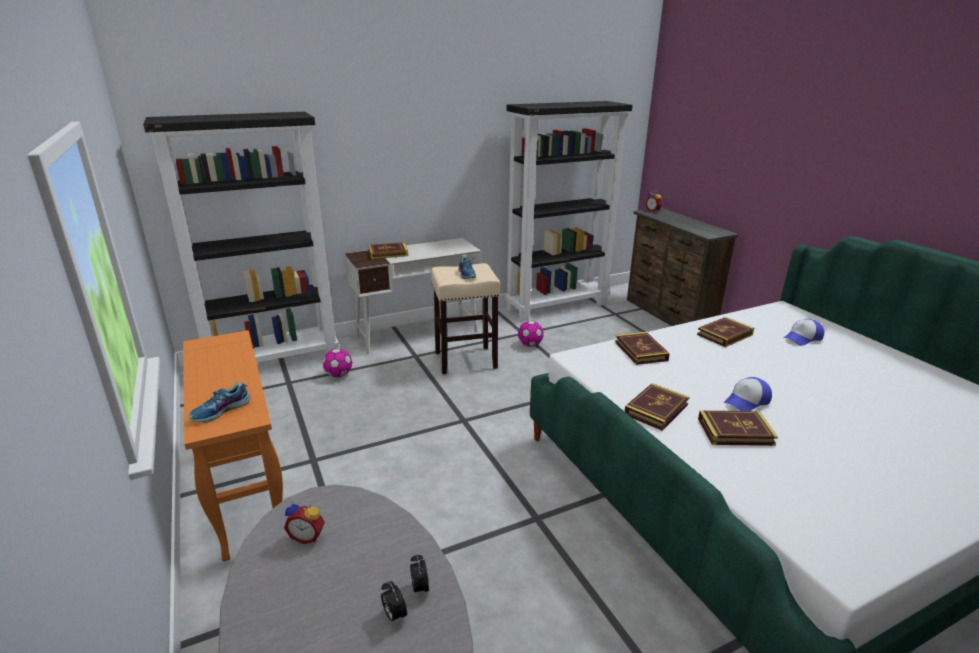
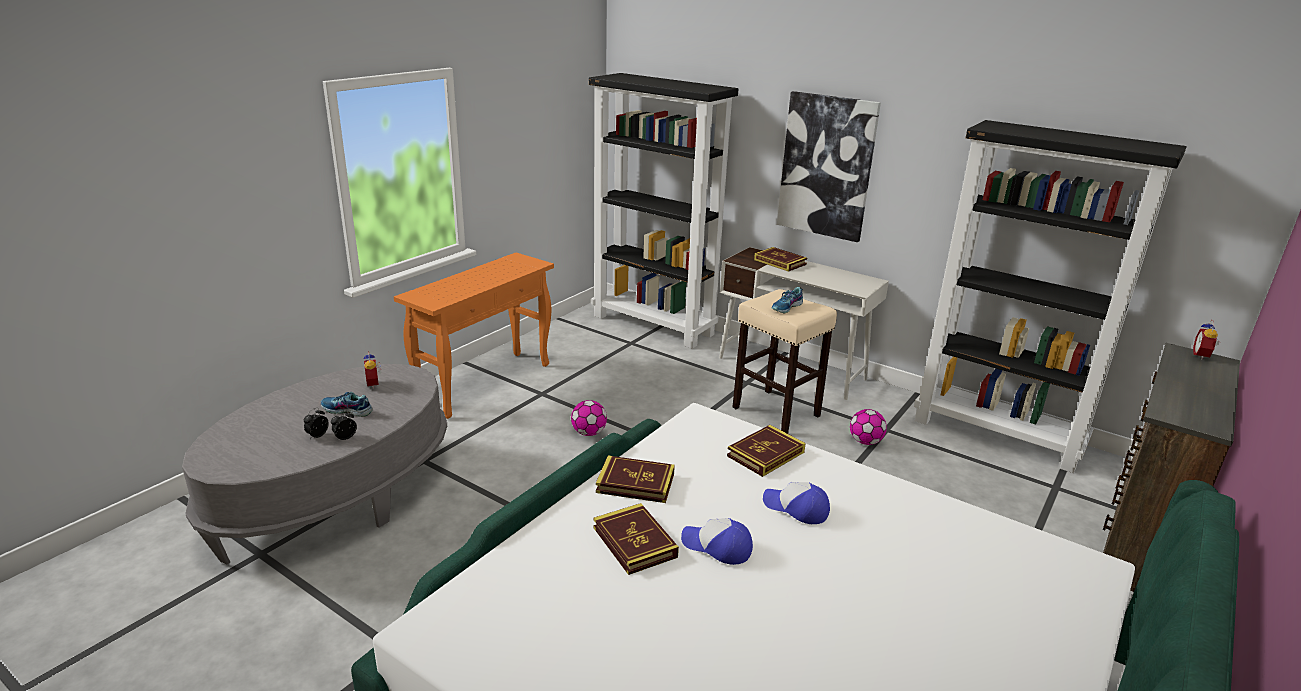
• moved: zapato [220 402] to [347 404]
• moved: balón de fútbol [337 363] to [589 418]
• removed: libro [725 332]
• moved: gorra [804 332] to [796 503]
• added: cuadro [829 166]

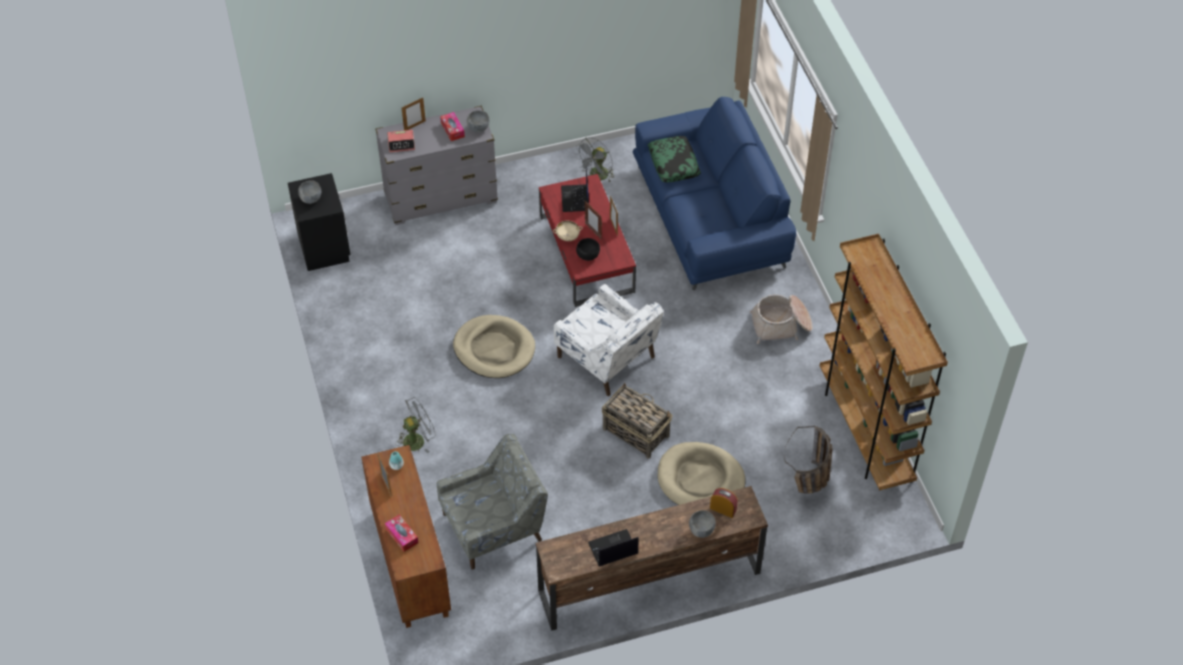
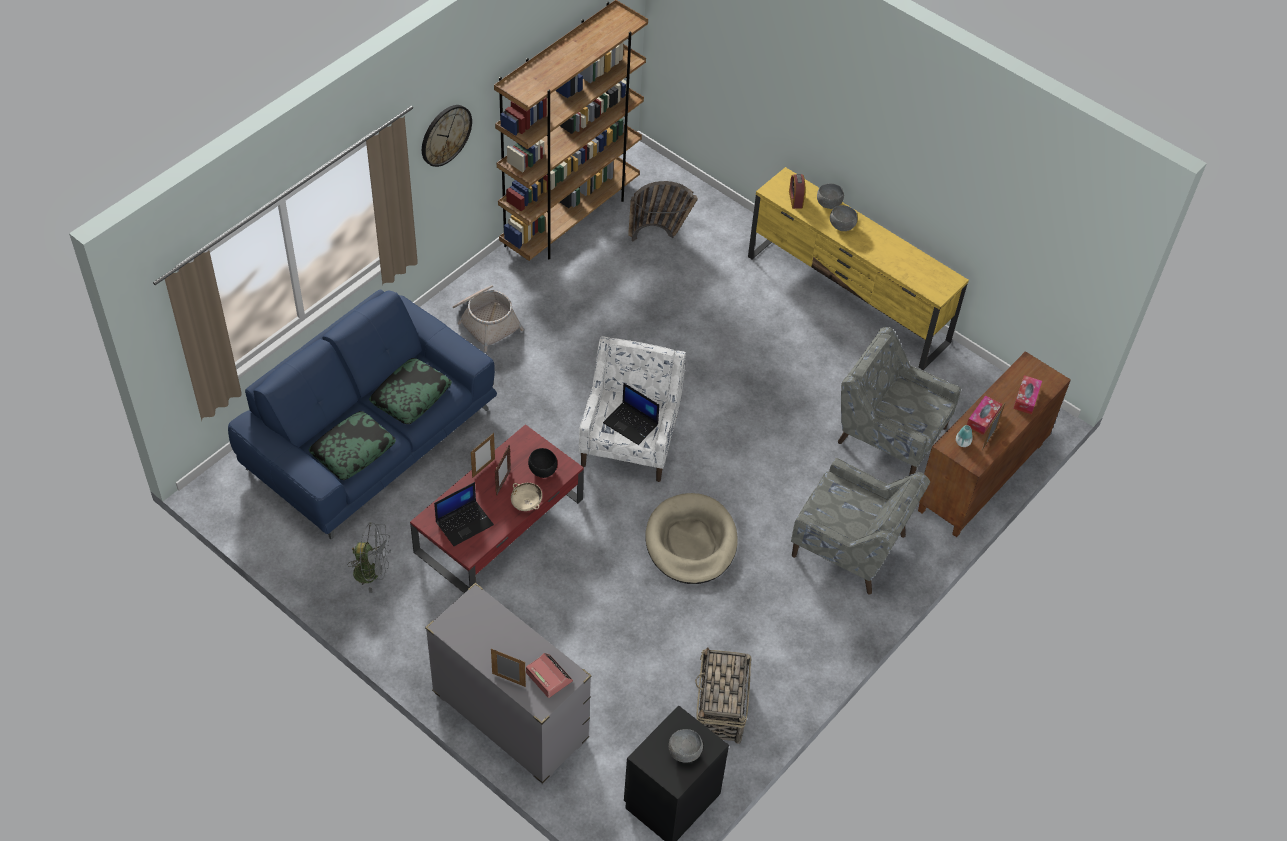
• replaced: ventilador/gris [416 425] to sillón/gris [860 526]
• moved: caja de pañuelos [452 126] to [984 415]
• moved: cuenco/gris [478 121] to [843 218]
• recoloured: mueble de televisión/marrón [652 558] to mueble de televisión/amarillo [858 268]
• moved: portátil [613 548] to [631 414]
• moved: cesta [637 421] to [723 696]
• removed: cama para perro/beis [702 473]
• added: cojín [410 391]
• added: reloj de pared [447 136]

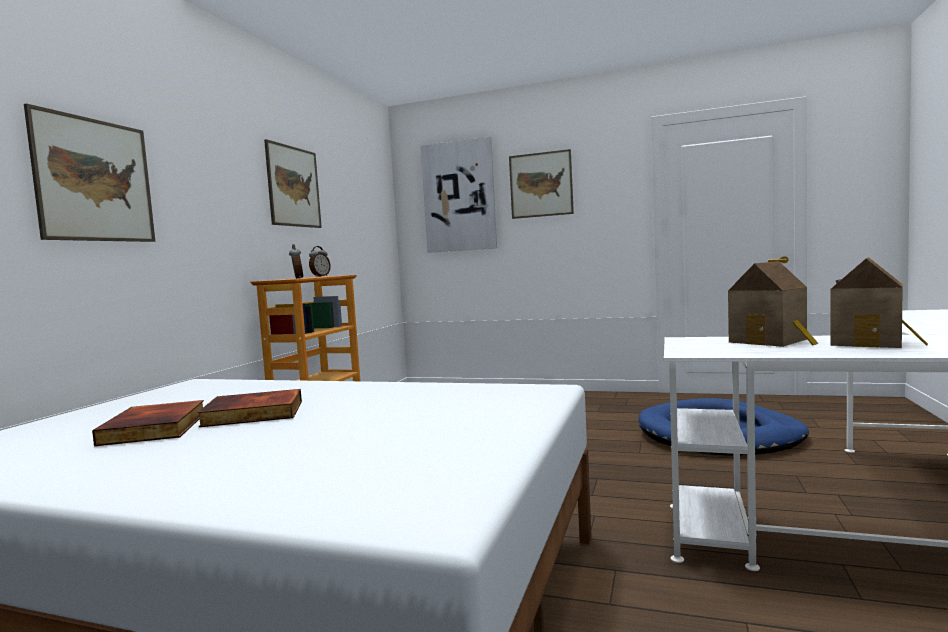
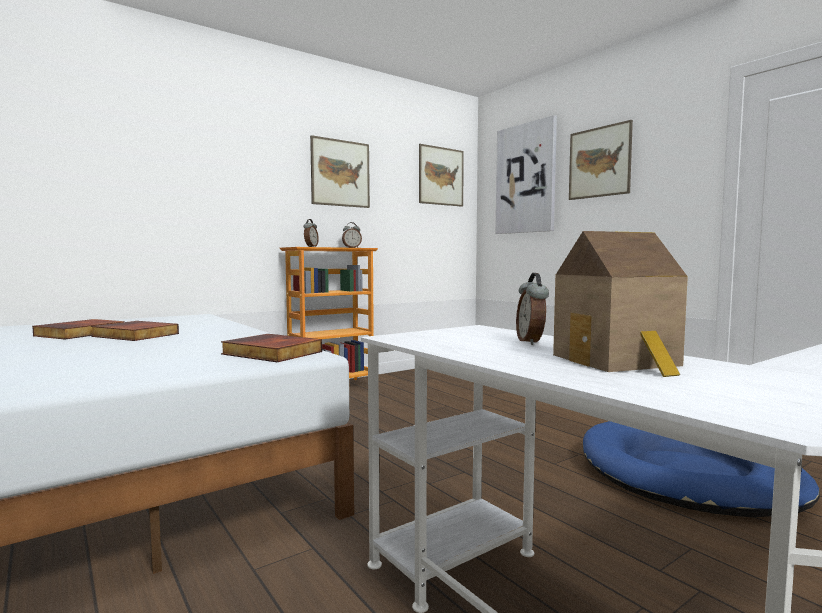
• moved: cuadro [90 172] to [441 175]
• replaced: casita [773 304] to despertador [532 309]
• added: libro [271 348]

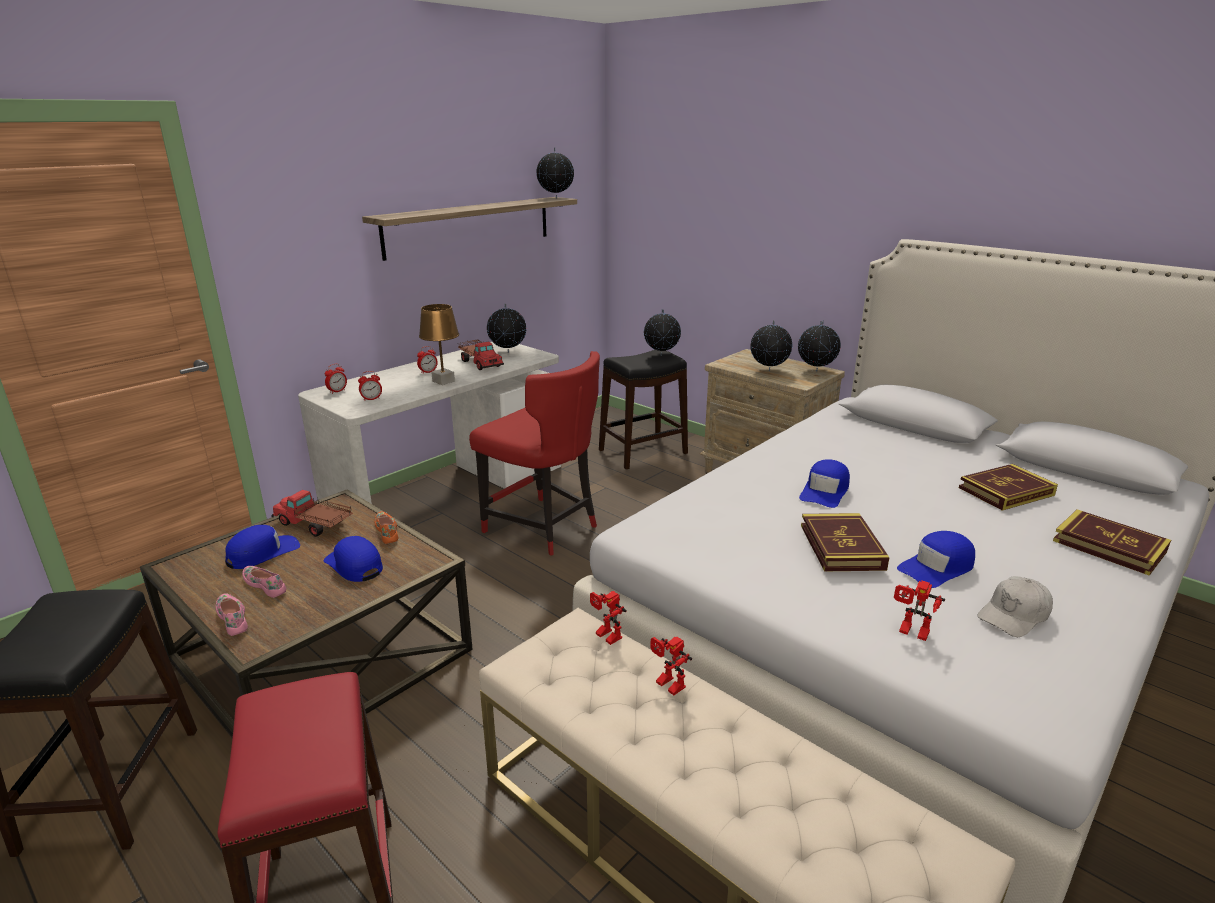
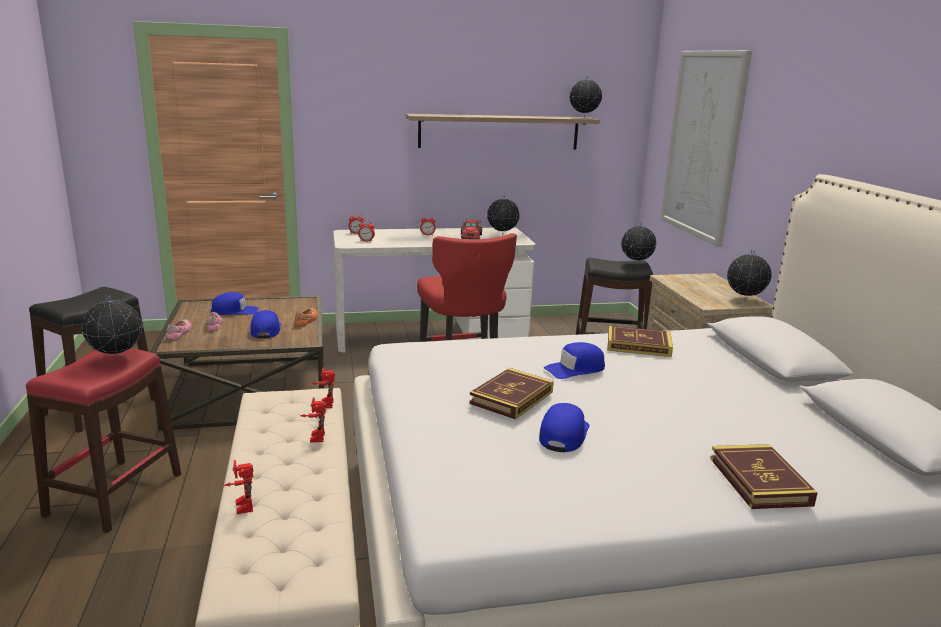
• removed: camión de juguete [312 513]
• removed: lámpara de mesa/marrón [439 344]
• moved: globo terráqueo [771 345] to [112 327]
• moved: robot de juguete [919 611] to [238 487]
• turned: gorra/azul [936 559] = [564 427] 105 degrees clockwise
• moved: libro [1008 487] to [640 341]
• removed: gorra/blanco [1015 606]
• added: cuadro [706 148]

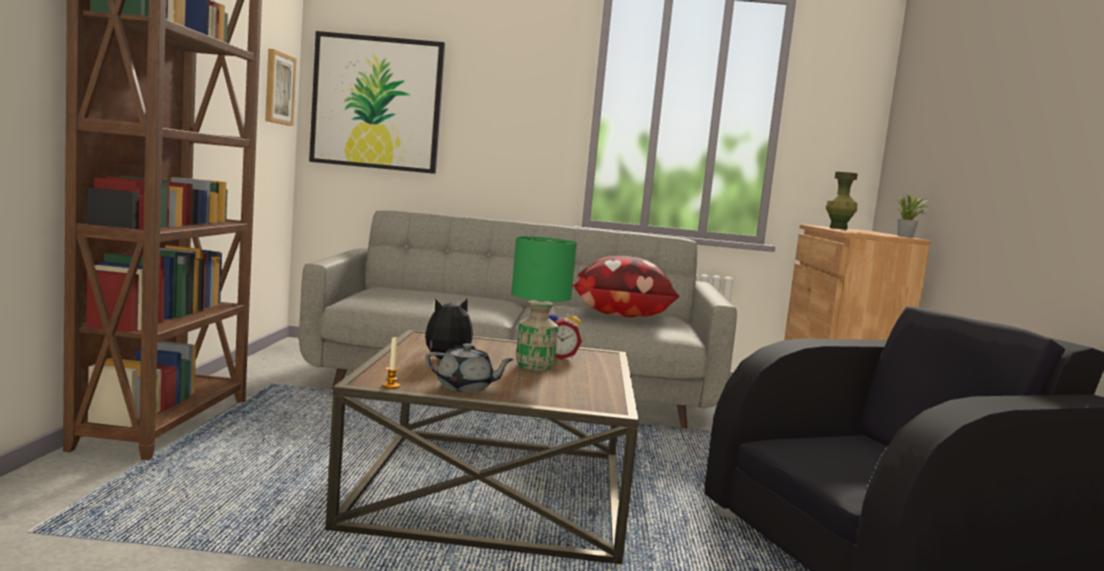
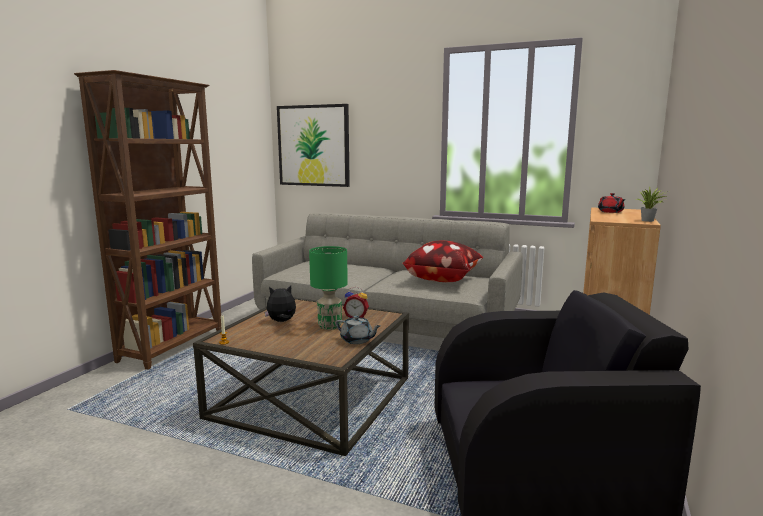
• removed: cuadro [280 87]
• moved: tetera/gris [470 367] to [358 330]
• replaced: florero/verde [842 201] to tetera/rojo [612 203]

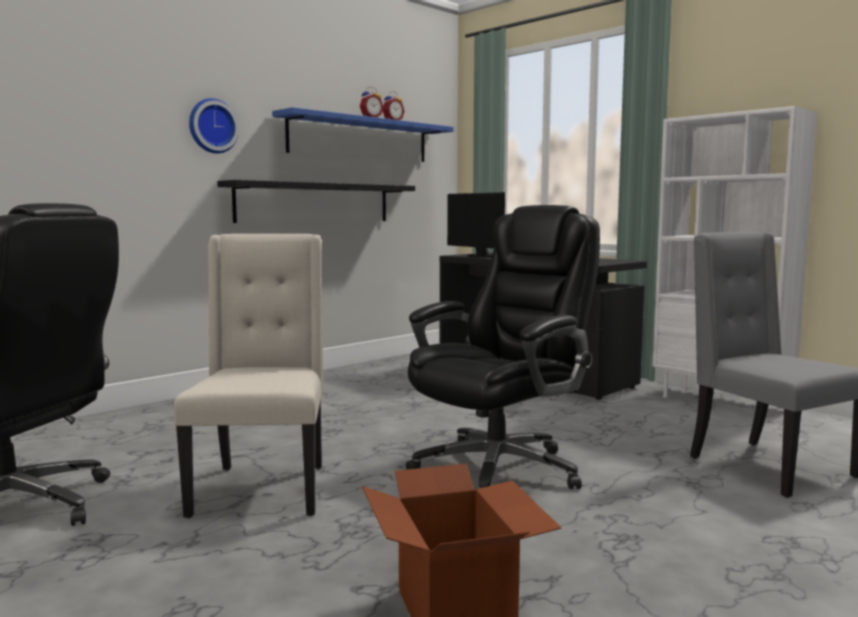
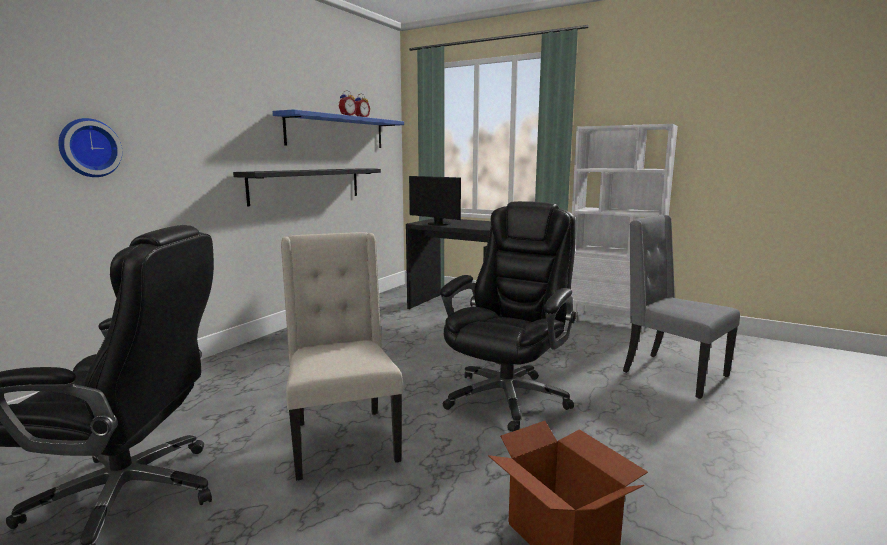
• moved: reloj de pared [214 126] to [90 147]

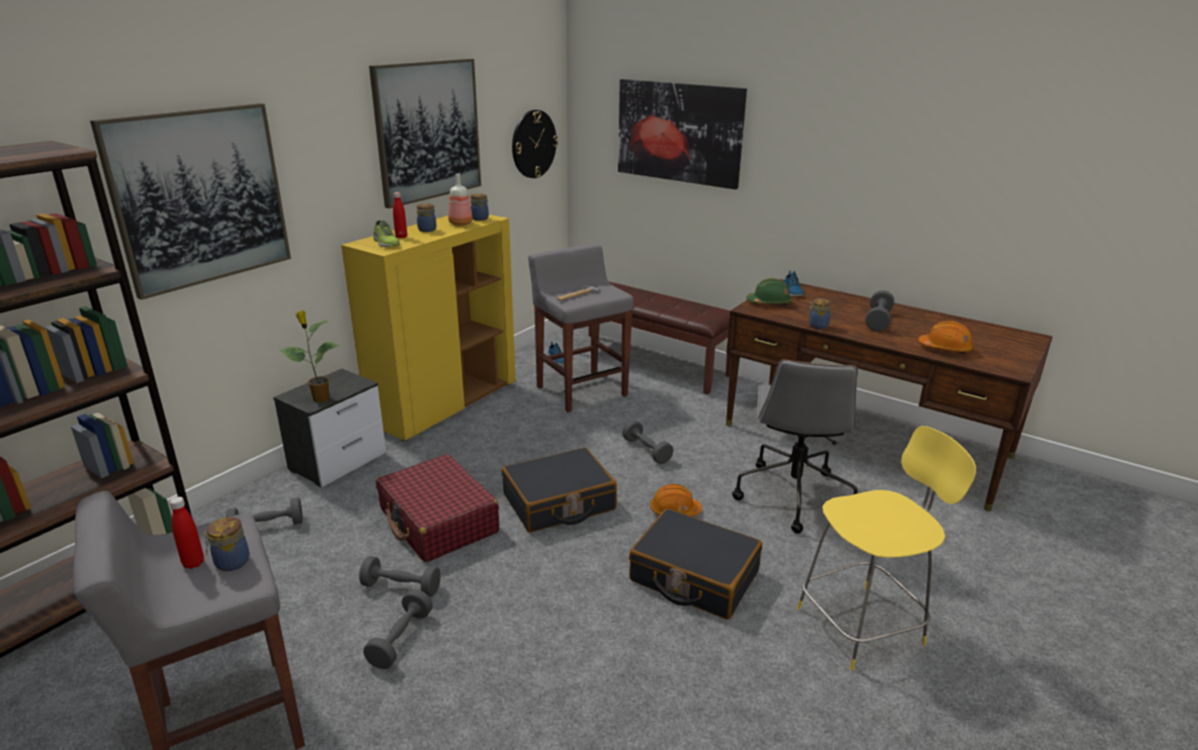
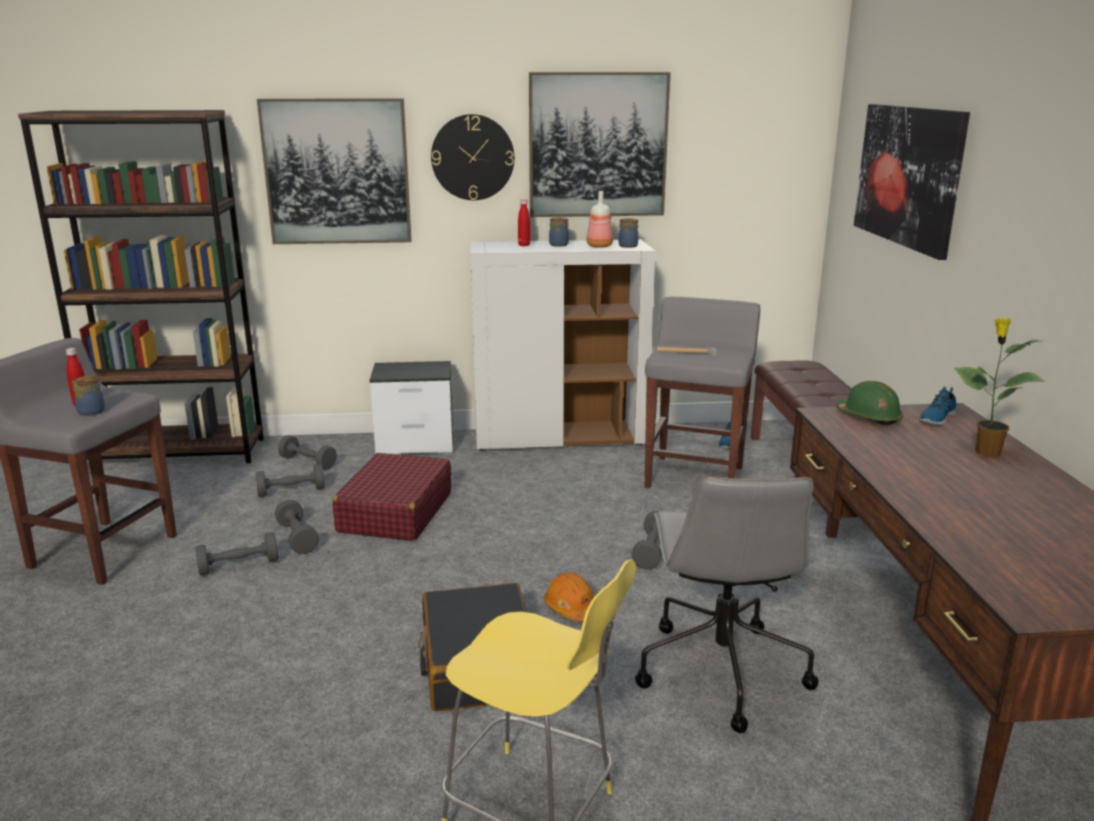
• moved: planta en maceta [309 356] to [999 387]
• recoloured: armario/amarillo [428 328] to armario/blanco [562 345]
• removed: zapato [386 233]
• removed: maleta/negro [559 489]
• moved: reloj de pared [535 144] to [472 157]
• turned: silla de oficina/gris [795 446] = [727 605] 60 degrees counterclockwise
• removed: tarro [819 313]
• moved: mancuerna/gris [879 310] to [290 480]
• removed: casco/naranja [946 337]

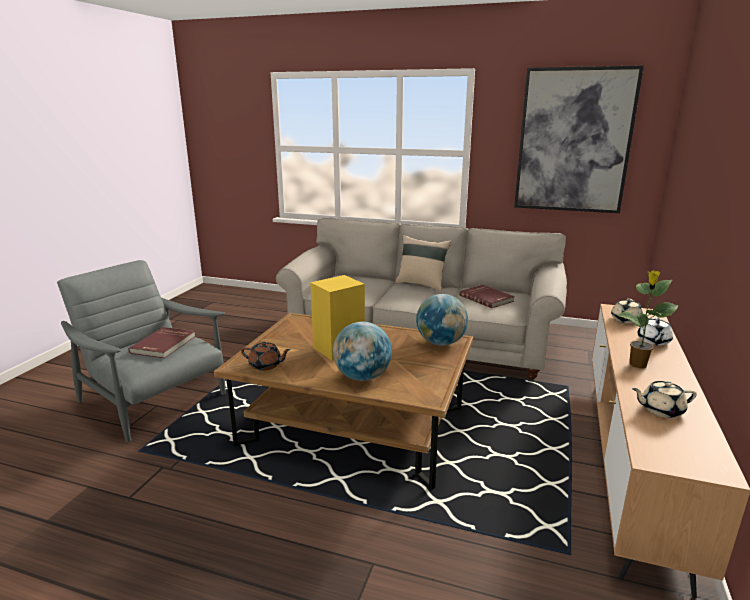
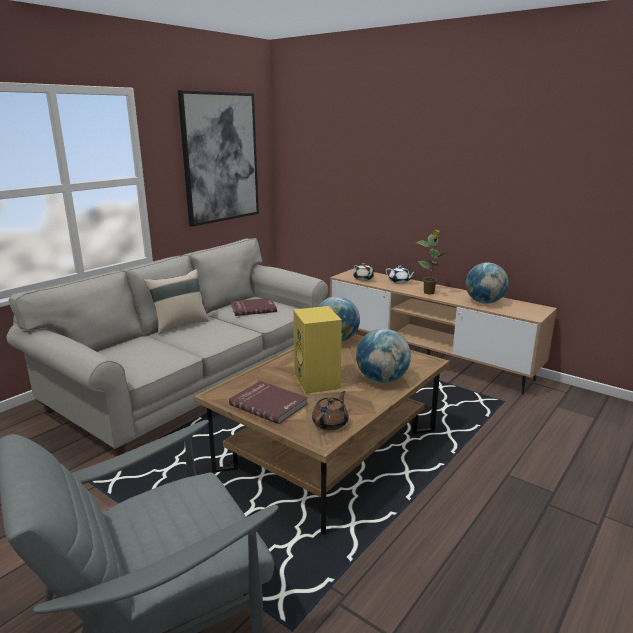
• moved: libro/rojo [162 342] to [268 402]
• replaced: tetera/beis [664 399] to globo terráqueo [487 283]

